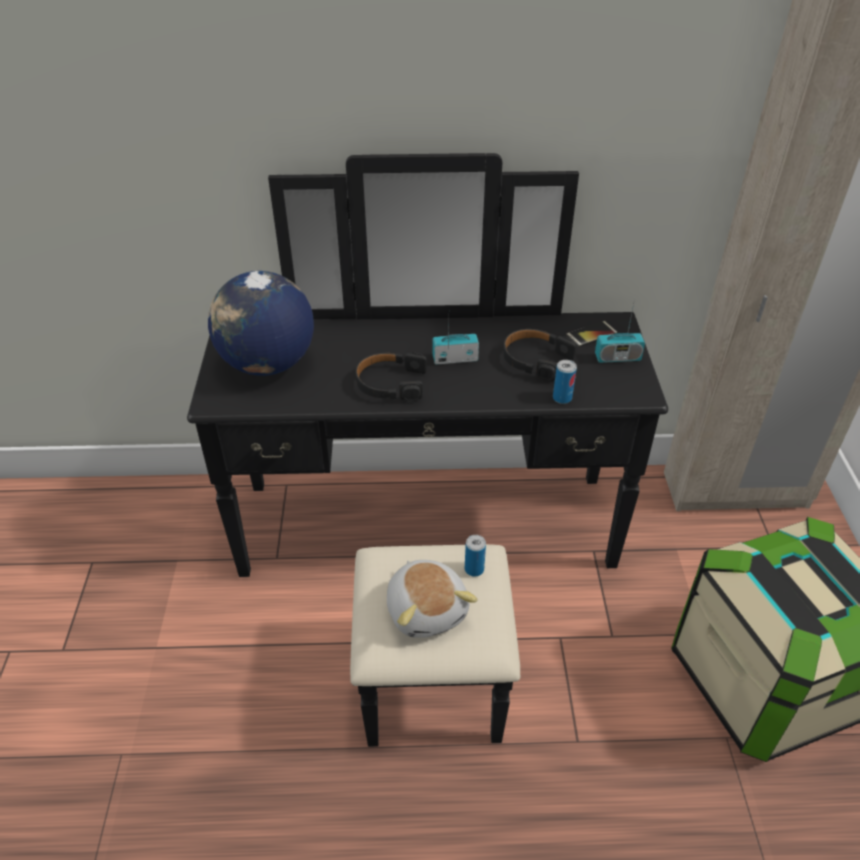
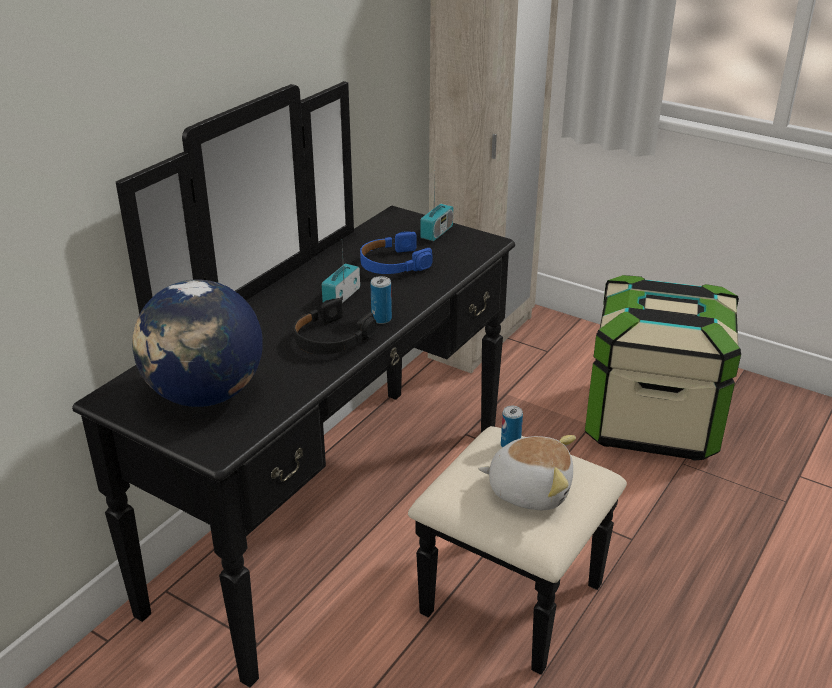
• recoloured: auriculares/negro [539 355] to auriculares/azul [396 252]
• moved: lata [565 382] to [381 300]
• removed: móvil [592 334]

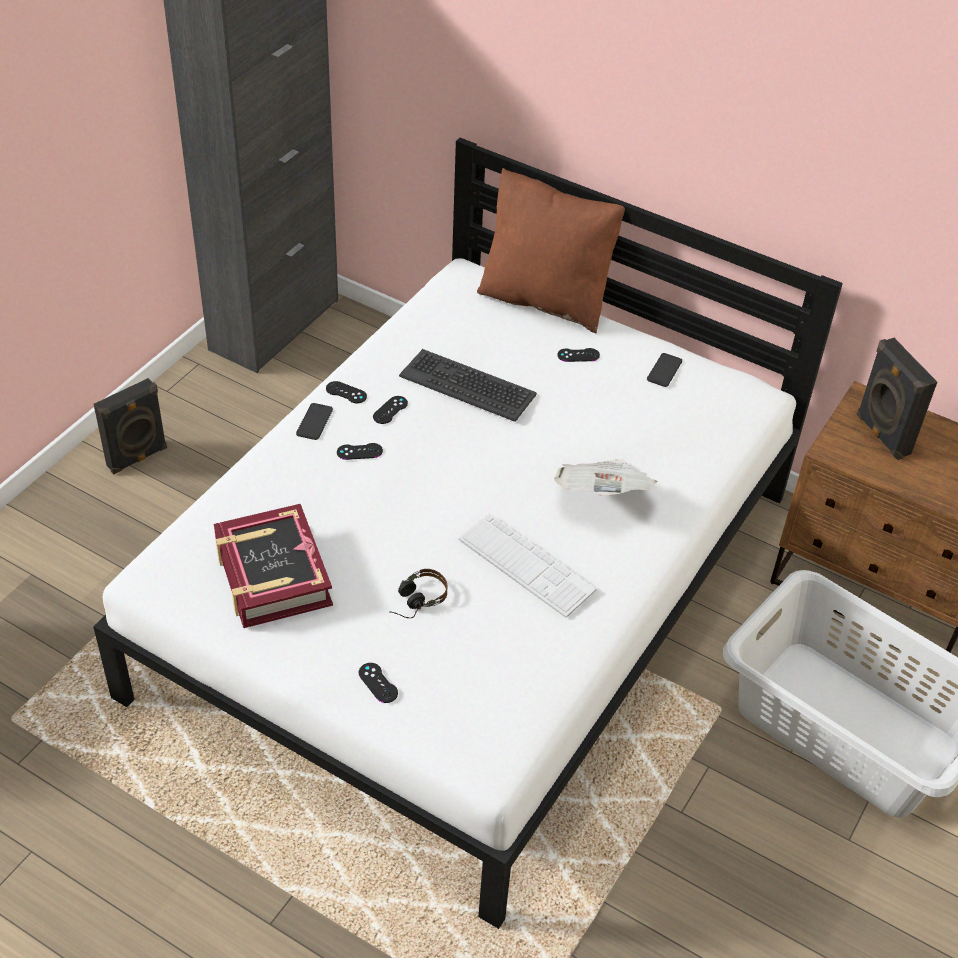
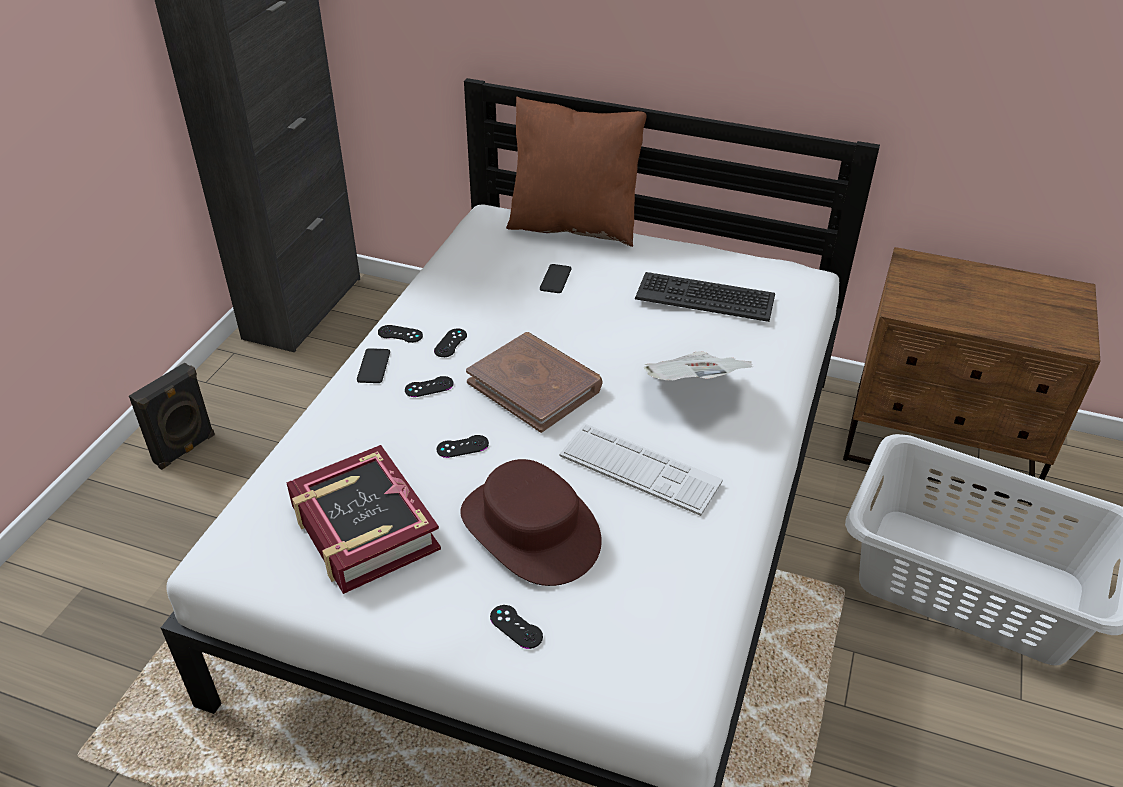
• replaced: auriculares [418 593] to sombrero/marrón [531 522]
• moved: teclado [468 385] to [705 297]
• moved: mando de consola/negro [578 355] to [463 446]
• moved: móvil [664 370] to [555 278]
• removed: altavoz/negro [897 399]
• added: libro/marrón [534 382]

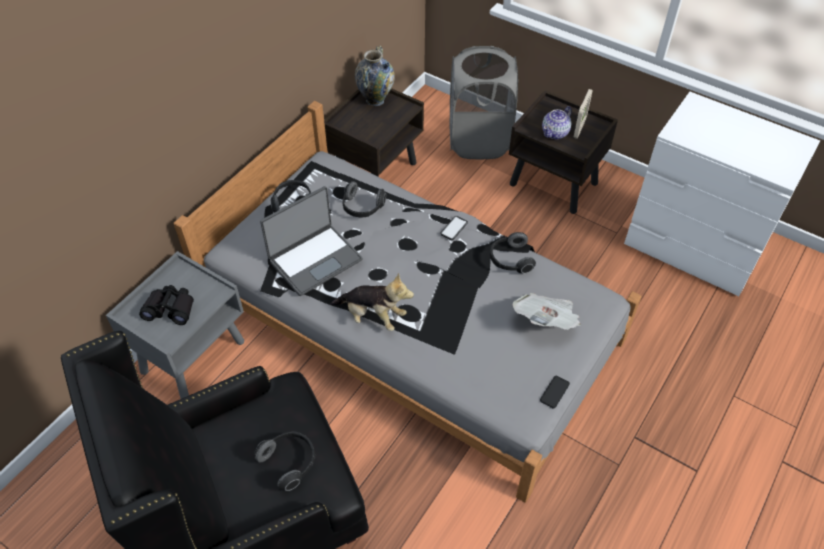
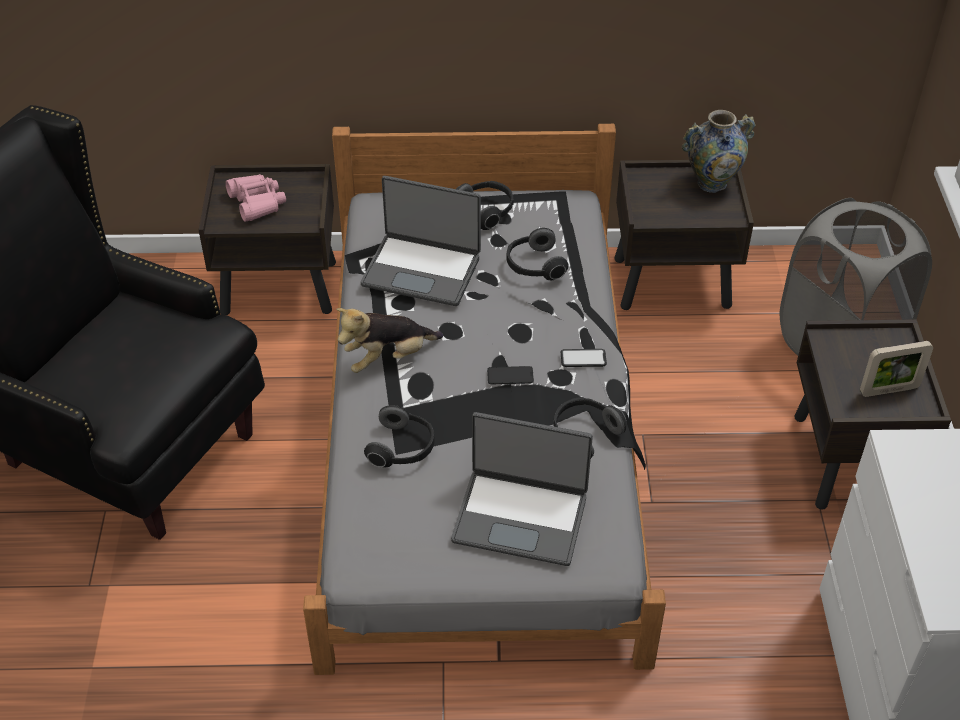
• recoloured: mesita de noche/gris [175 325] to mesita de noche/marrón [267 239]
• recoloured: prismáticos/negro [166 305] to prismáticos/rosa [256 198]
• moved: auriculares [284 461] to [399 436]
• turned: peluche [372 302] = [389 340] 75 degrees clockwise
• replaced: periódico [547 311] to portátil [522 489]
• moved: móvil [555 392] to [510 375]
• removed: tetera [557 122]

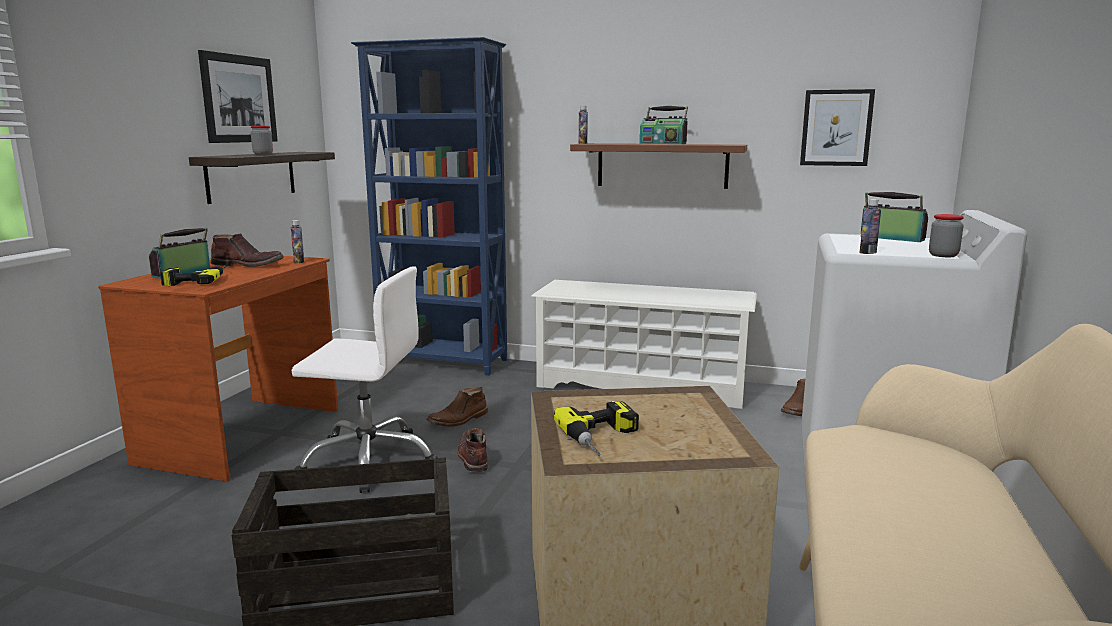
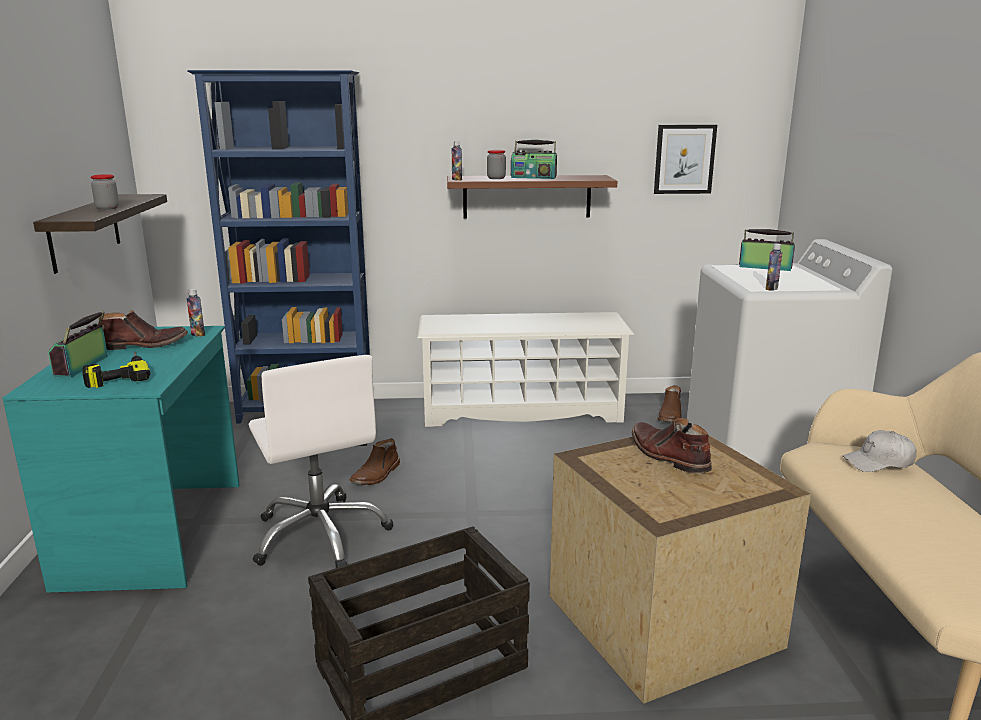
• recoloured: escritorio/marrón [218 369] to escritorio/turquesa [121 459]
• removed: cuadro [238 96]
• turned: silla de oficina/blanco [364 379] = [321 461] 75 degrees clockwise
• moved: bota/marrón [473 450] to [672 446]
• removed: taladro [596 428]
• moved: tarro [946 235] to [496 164]
• added: gorra/blanco [879 451]

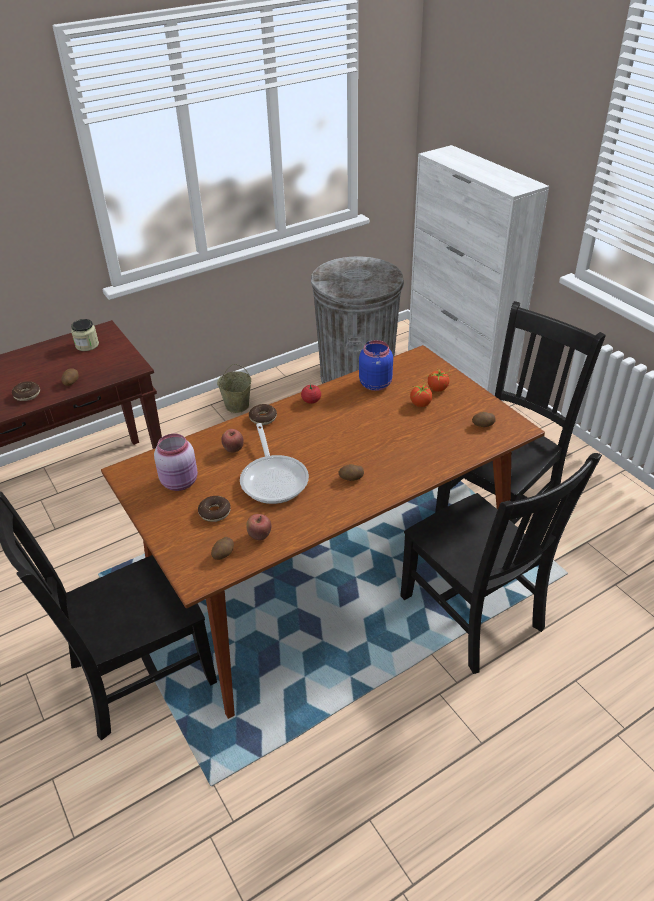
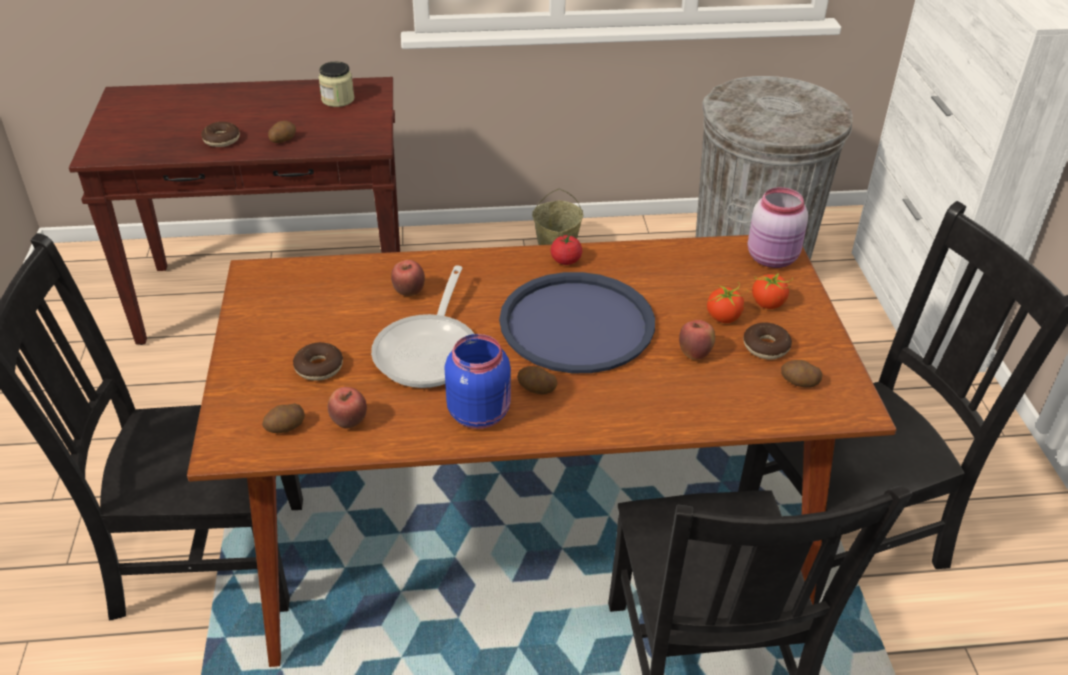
• moved: tarro/rosa [176 462] to [778 227]
• moved: rosquilla [263 414] to [767 340]
• moved: tarro/azul [376 365] to [478 381]
• added: bandeja/azul [577 322]
• added: manzana [697 340]

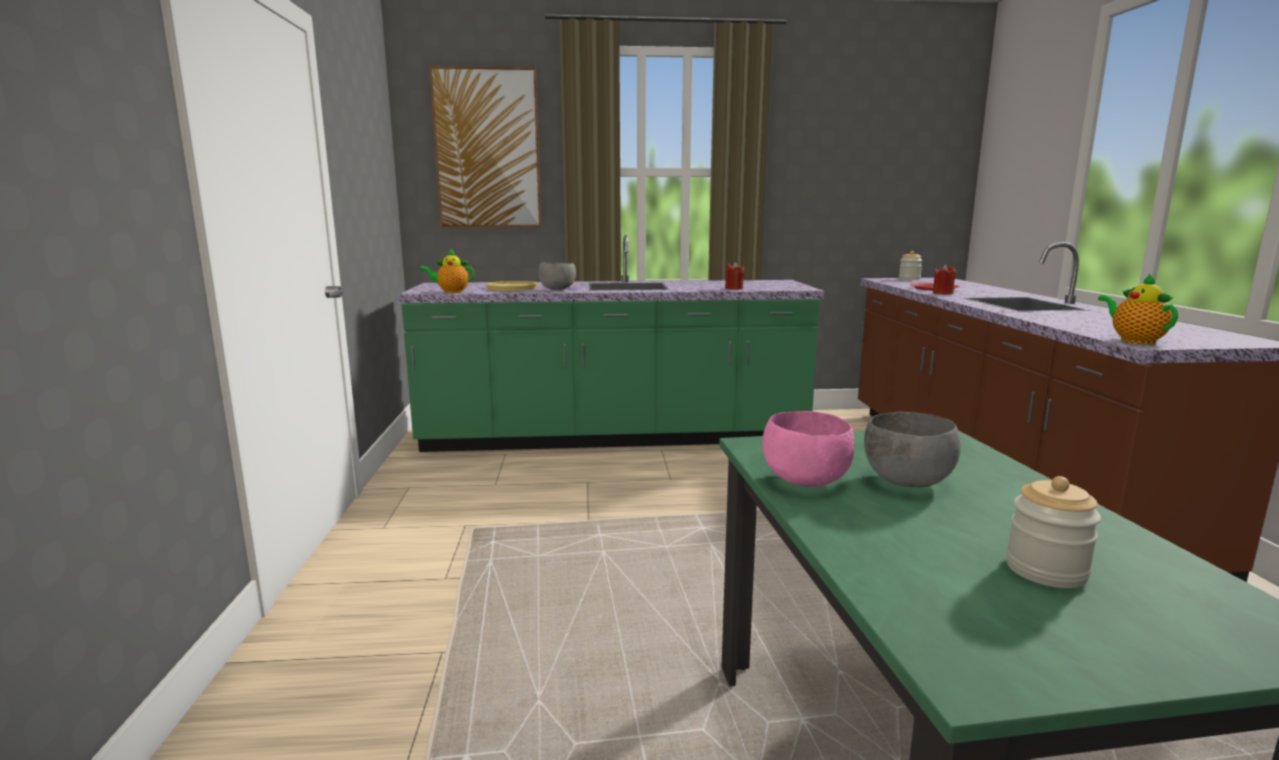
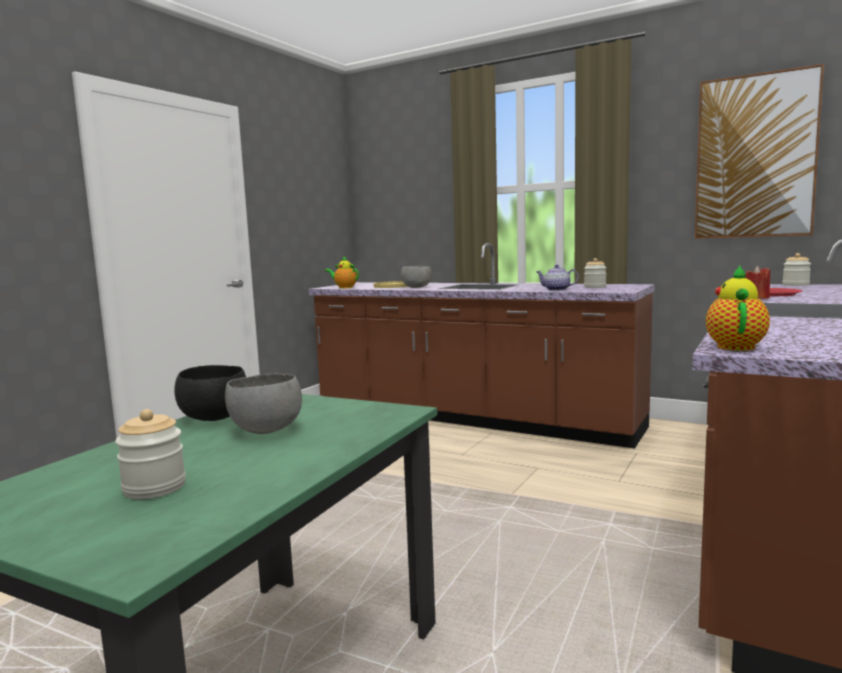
• recoloured: mueble bajo de cocina/verde [610 343] to mueble bajo de cocina/marrón [482 346]
• moved: cuadro [485 146] to [759 151]
• replaced: vela/rojo [734 276] to tetera [557 278]
• recoloured: cuenco/rosa [808 449] to cuenco/negro [210 393]
• added: tarro [595 273]

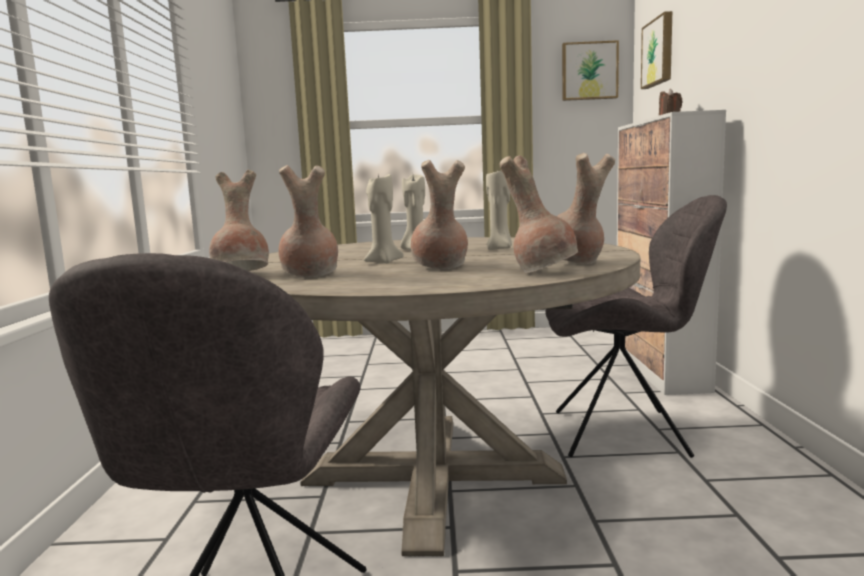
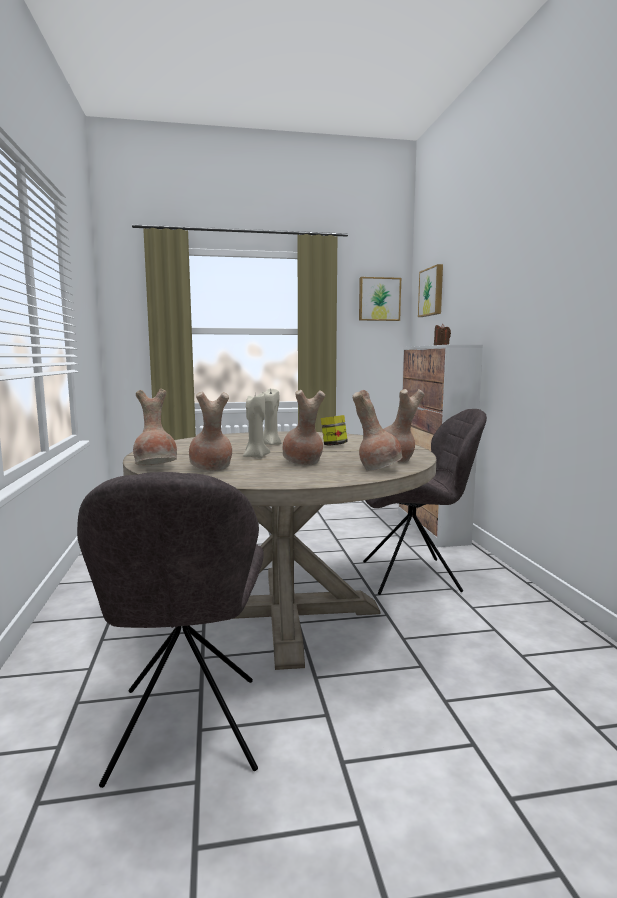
• replaced: vela/beis [499 209] to tarro [334 430]

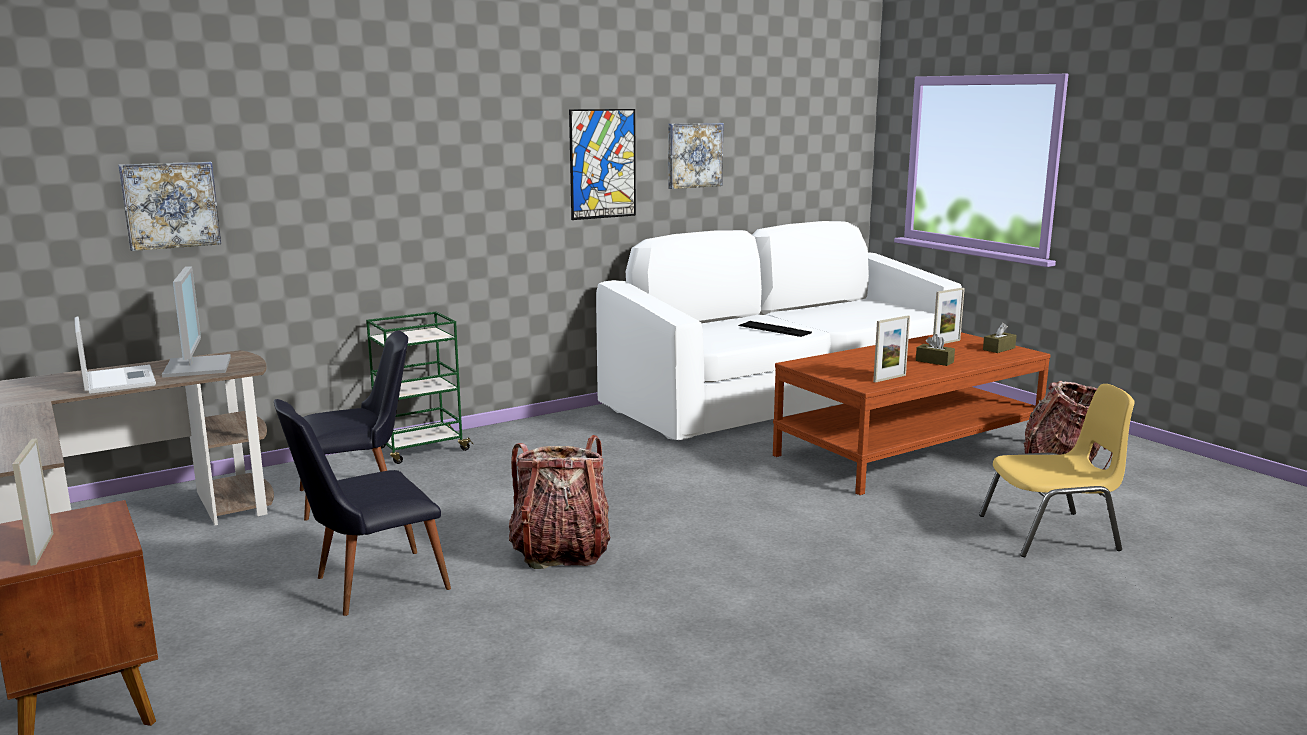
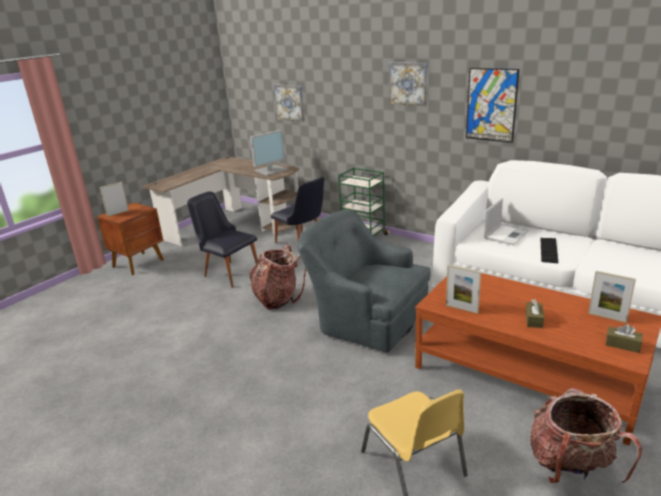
• moved: portátil [115 355] to [506 221]
• moved: cuadro [695 156] to [408 84]
• added: sillón/gris [364 281]

